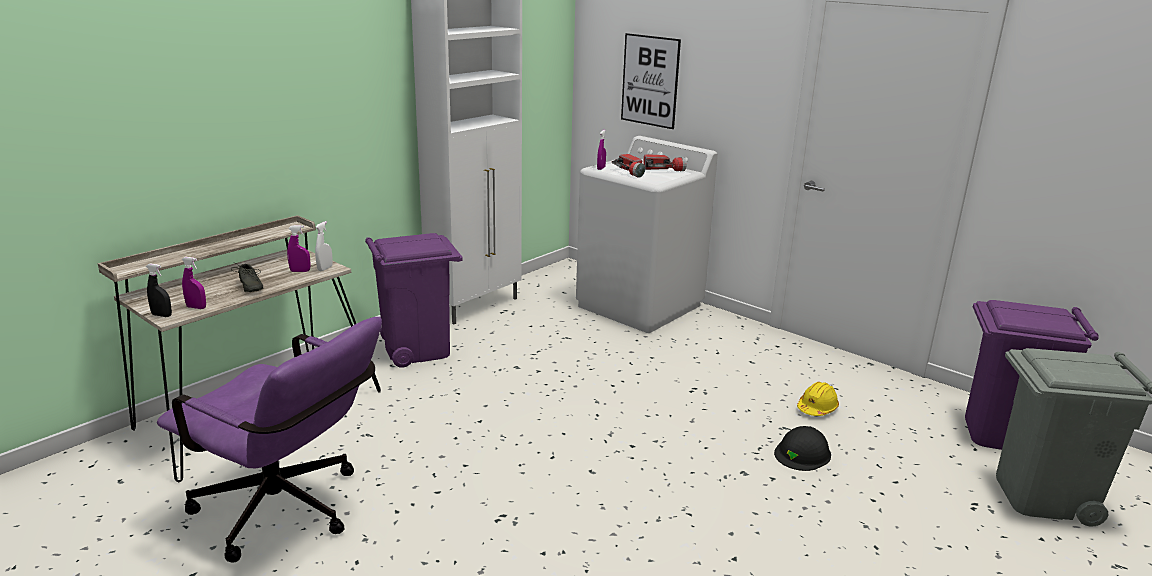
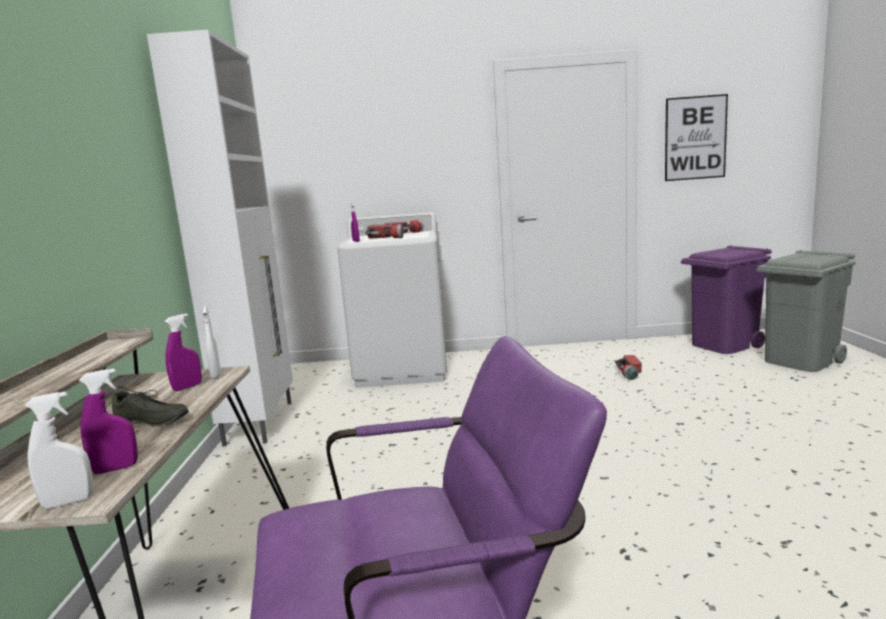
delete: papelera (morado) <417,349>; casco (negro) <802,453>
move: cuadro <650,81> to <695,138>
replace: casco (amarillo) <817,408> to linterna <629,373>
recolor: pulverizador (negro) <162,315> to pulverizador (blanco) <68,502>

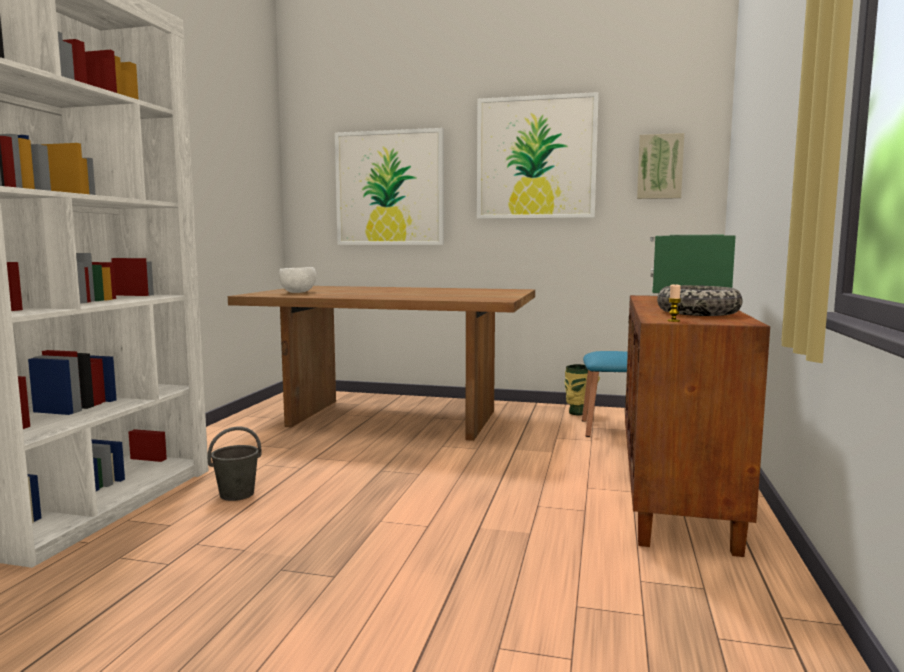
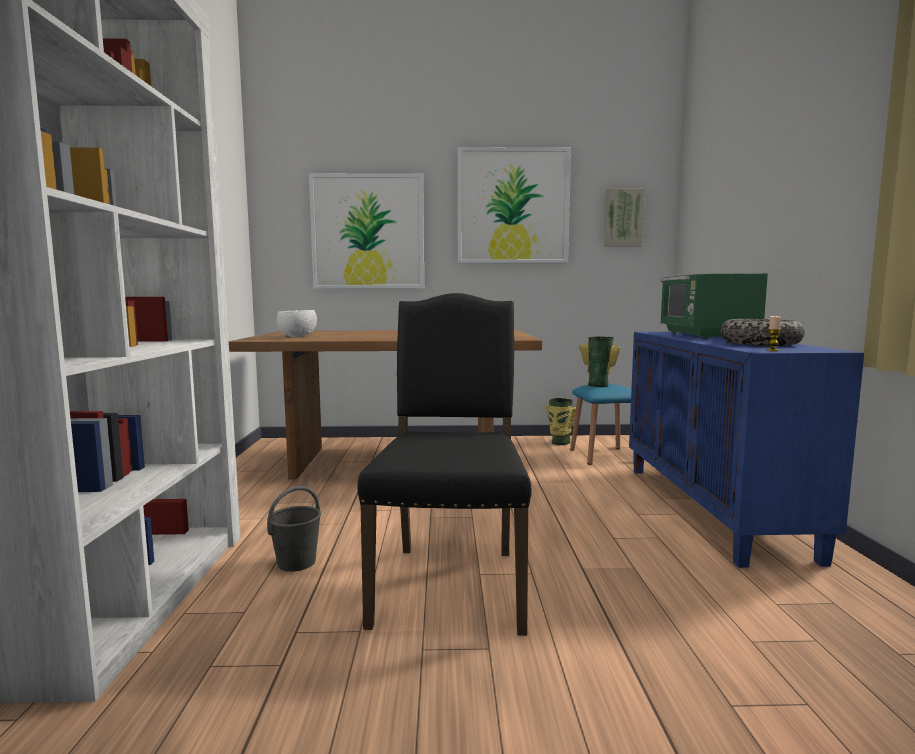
insert: silla (negro) <451,583>; florero <599,385>
recolor: armario (marrón) <676,491> to armario (azul) <713,509>

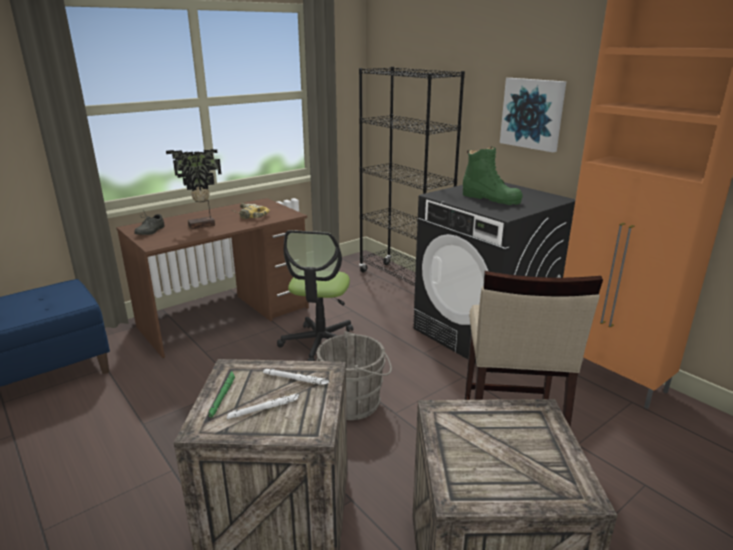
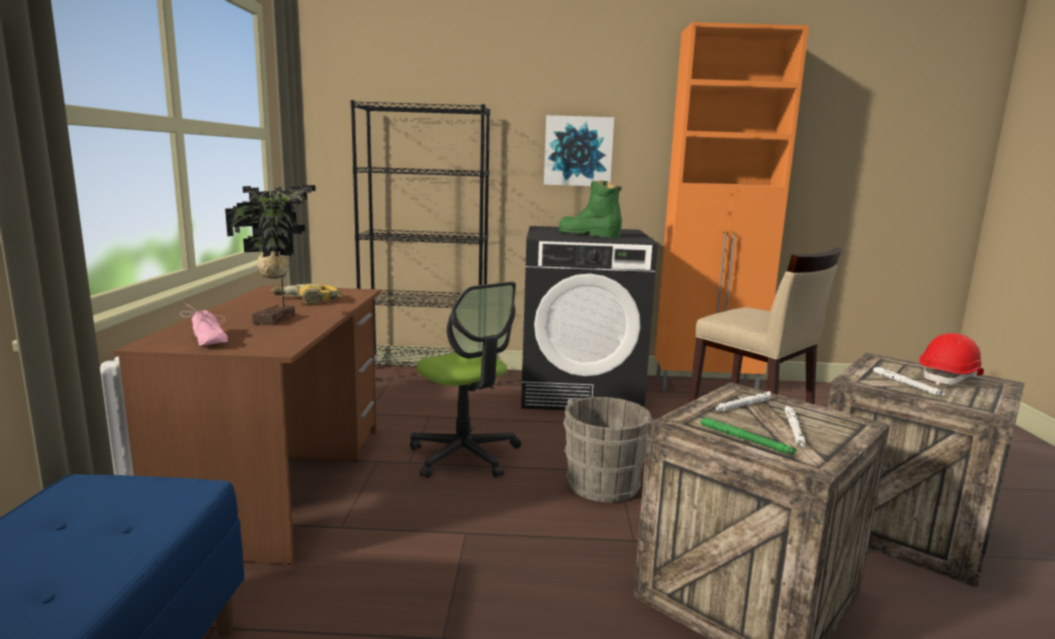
insert: linterna (blanco) <906,384>; casco (rojo) <949,378>
recolor: zapato (gris) <149,231> to zapato (rosa) <206,340>
rotate: bota (verde) <491,198> = <588,234> 135 degrees counterclockwise

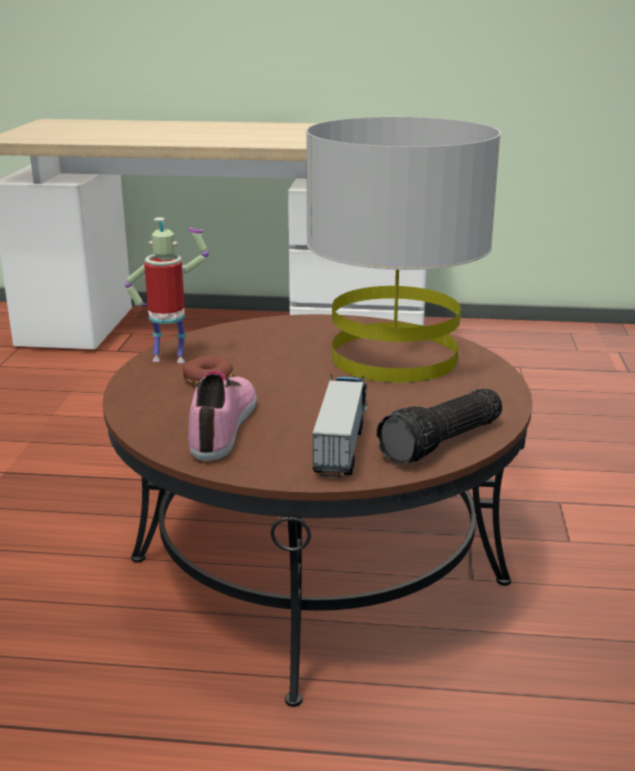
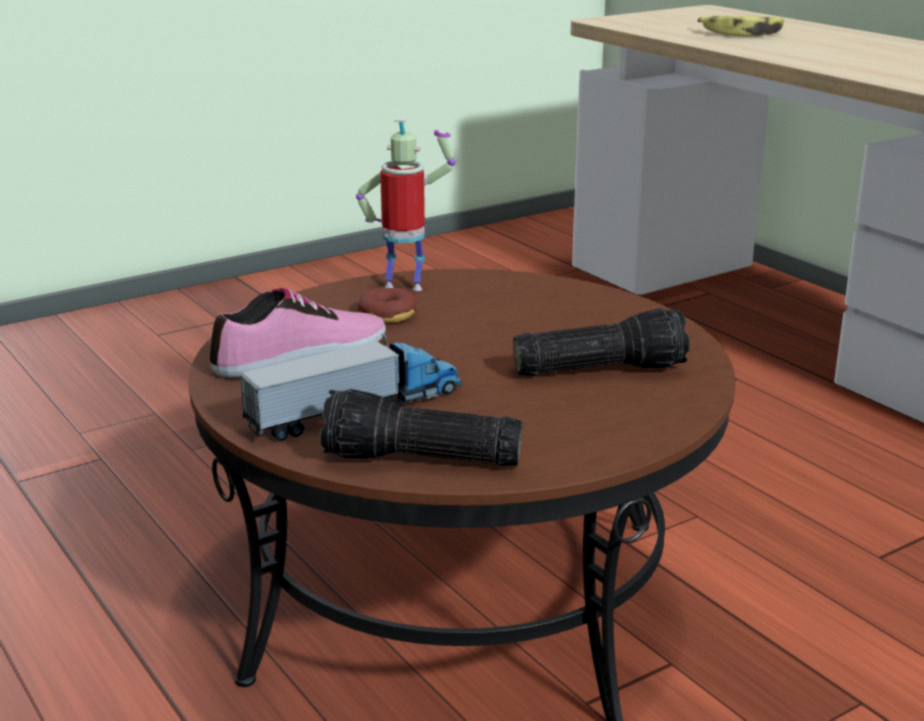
insert: plátano <742,33>
replace: lámpara de mesa (gris) <395,357> to linterna <600,368>
rotate: robot de juguete <171,359> = <405,286> 45 degrees counterclockwise

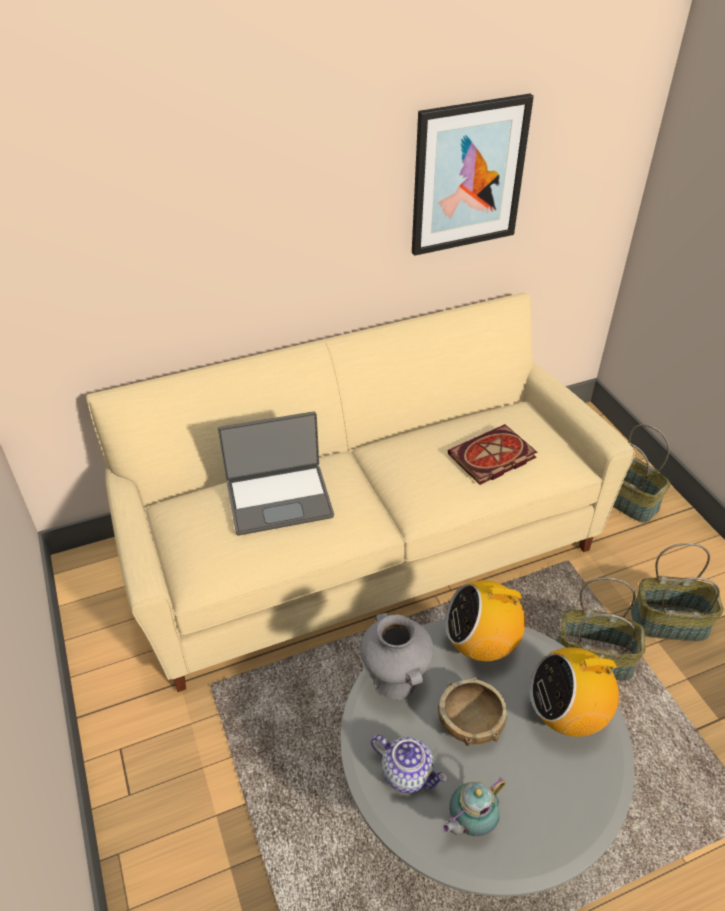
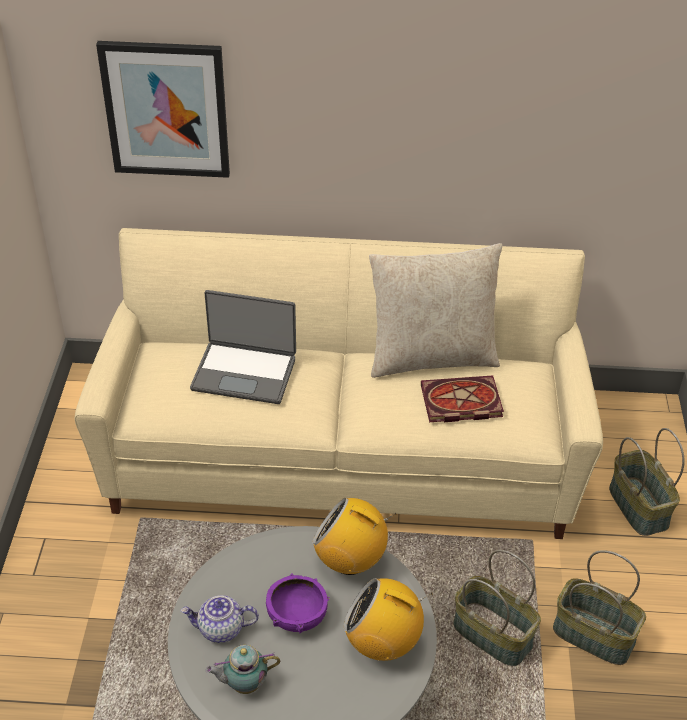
delete: florero (gris) <394,681>
insert: cojín (beis) <431,357>
move: cuadro <468,176> to <166,109>
recolor: cuenco (marrón) <470,723> to cuenco (morado) <296,615>
rotate: tetera <408,773> = <220,629> 120 degrees clockwise

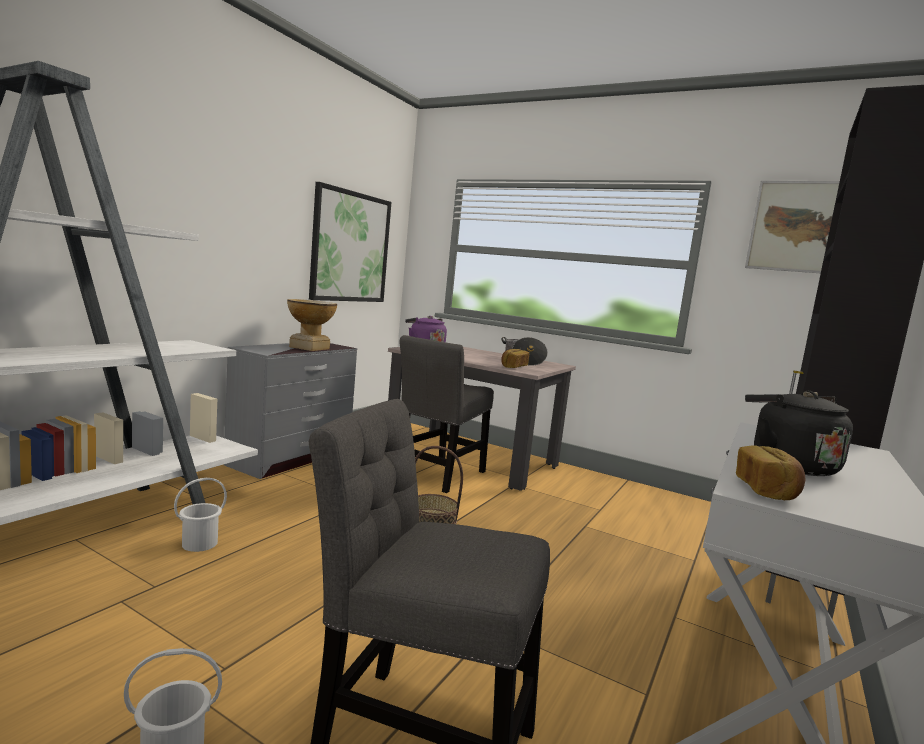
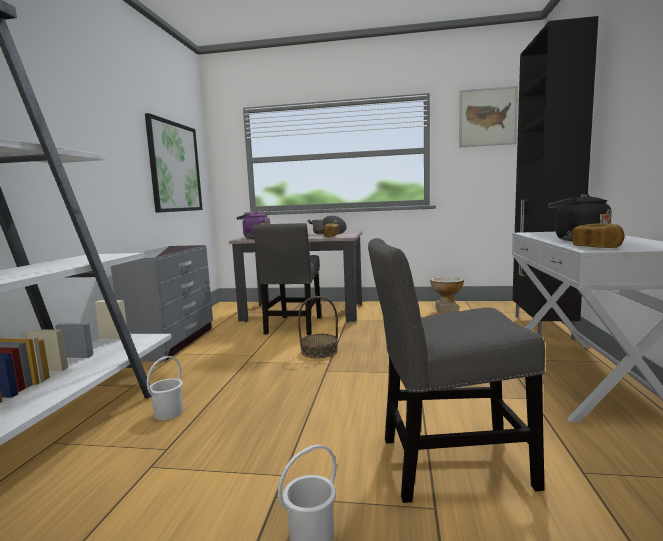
move: florero <309,348> to <446,310>

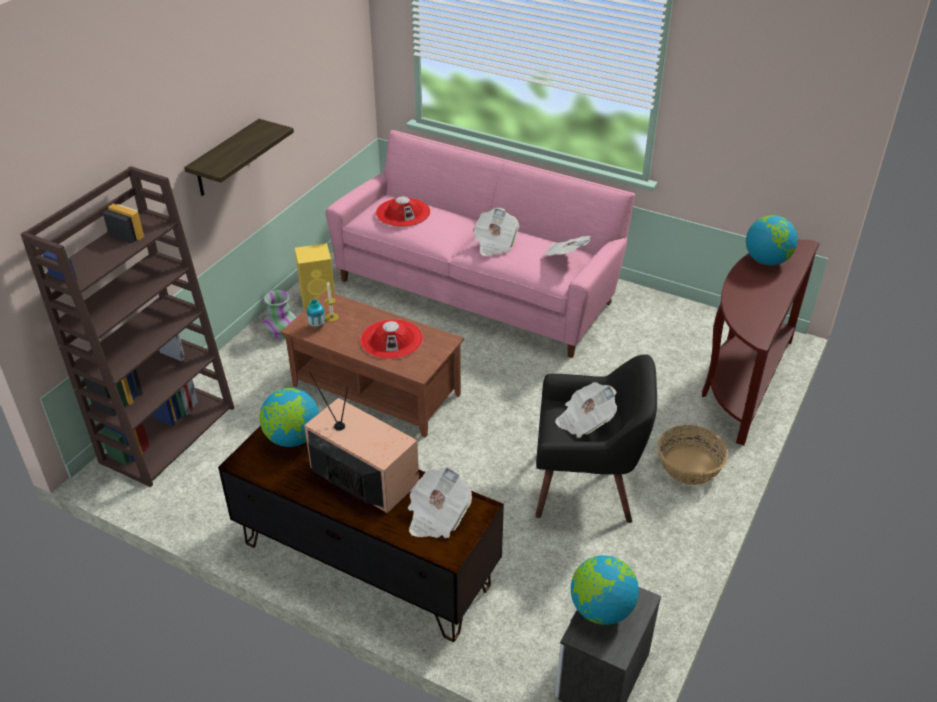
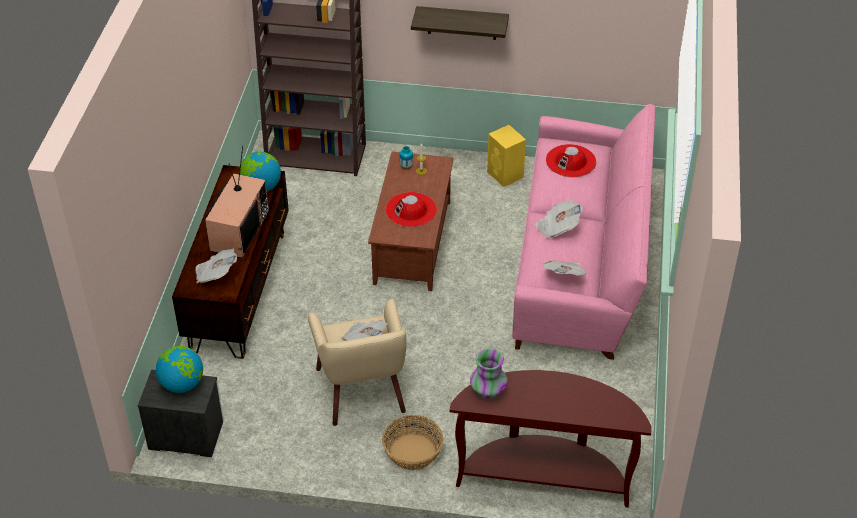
delete: globo terráqueo <766,261>
move: florero <282,332> to <488,390>
recolor: sillón (negro) <586,485> to sillón (beis) <362,390>

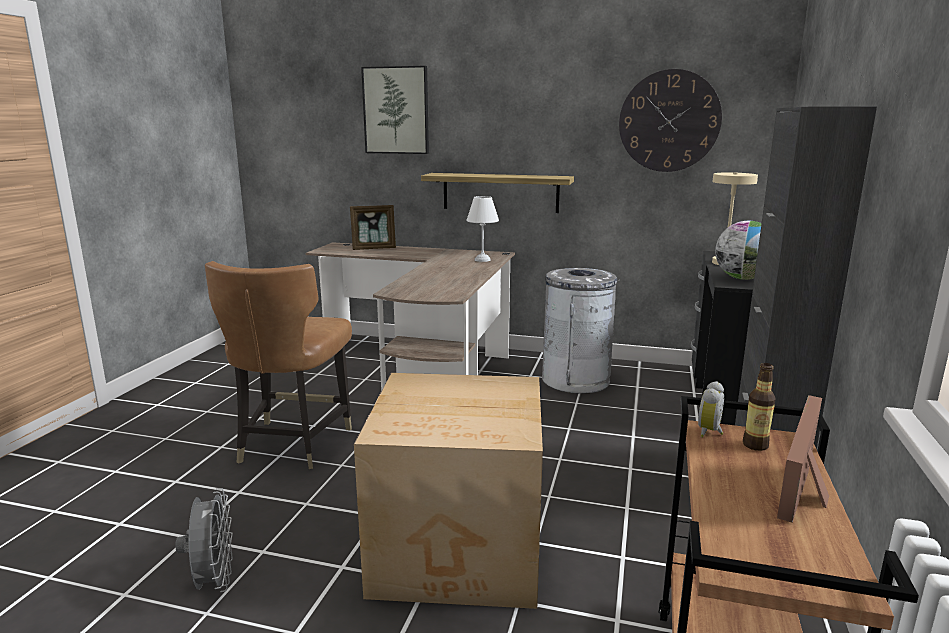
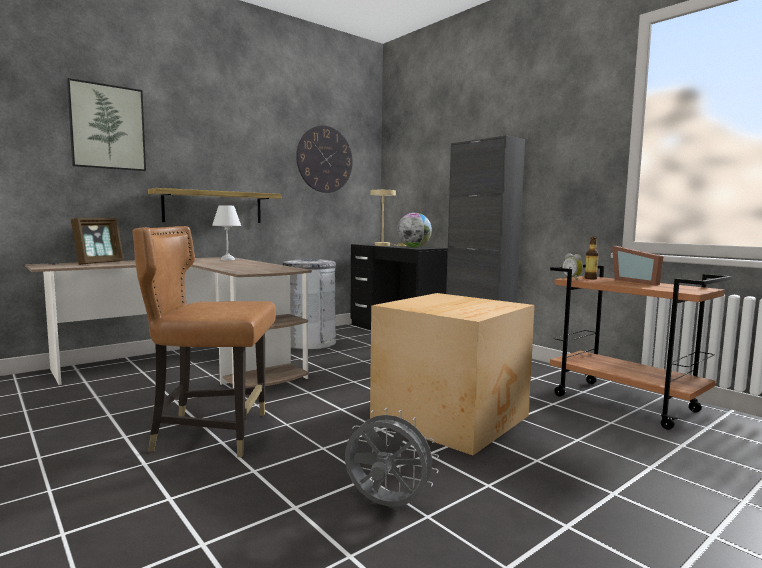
rotate: silla (marrón) <292,444> = <211,433> 135 degrees clockwise

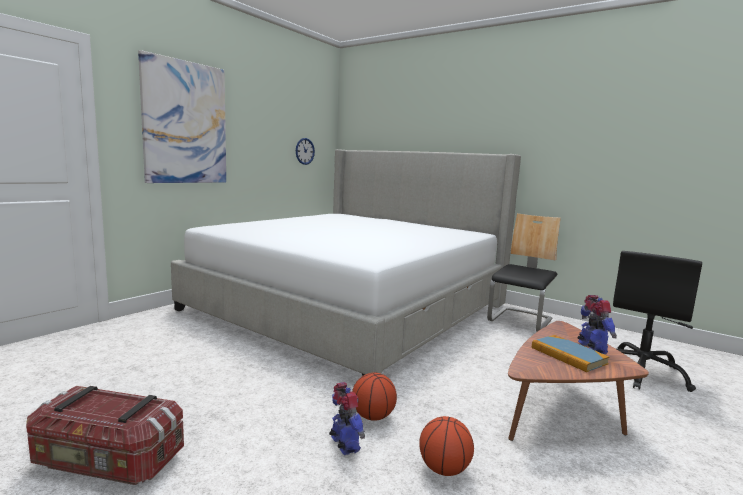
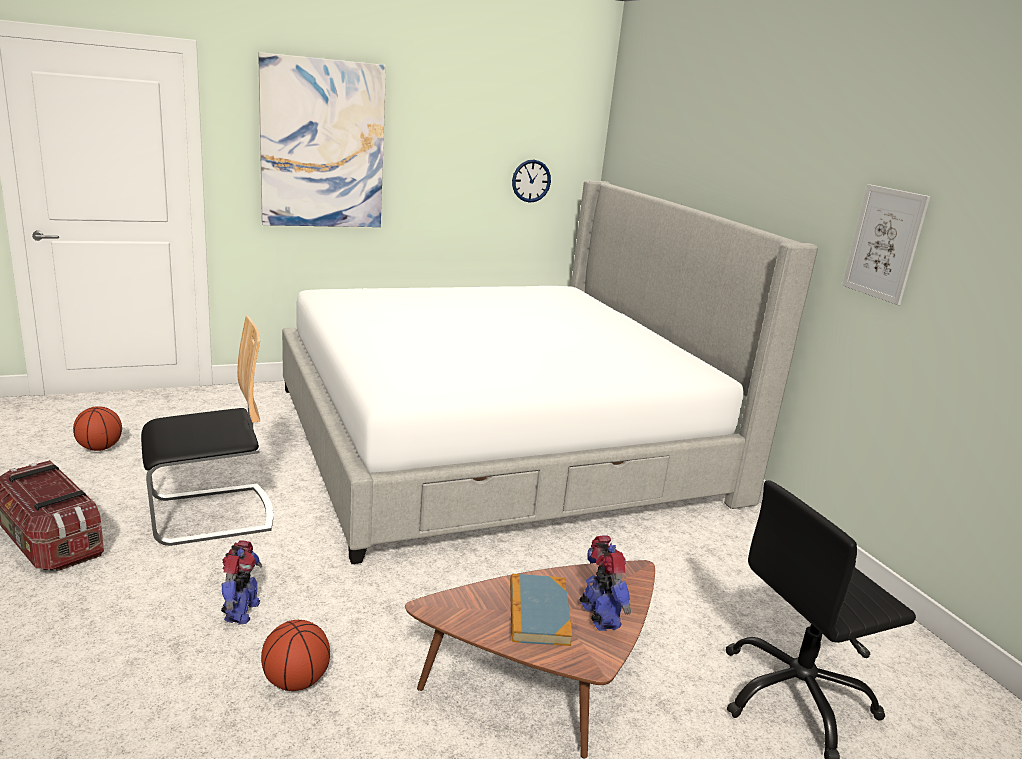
insert: cuadro <884,243>
move: balón de baloncesto <373,416> to <100,448>; silla <520,320> to <211,515>
rotate: robot de juguete <591,348> = <599,617> 45 degrees counterclockwise

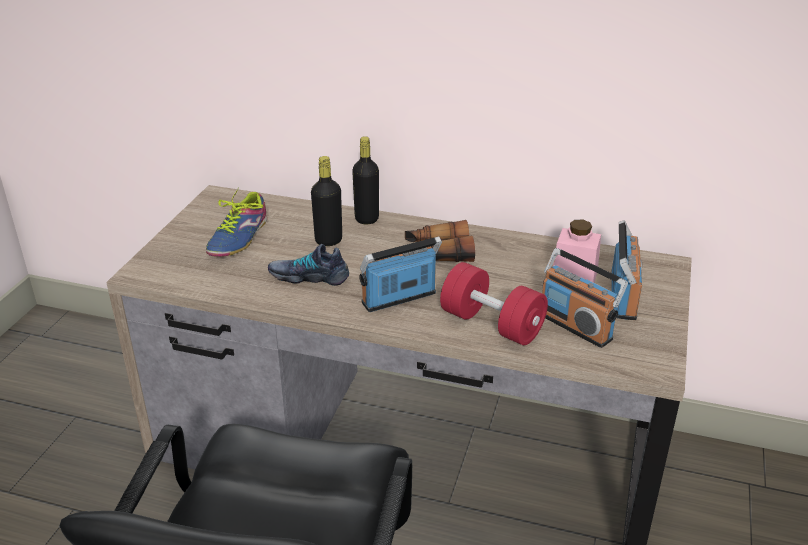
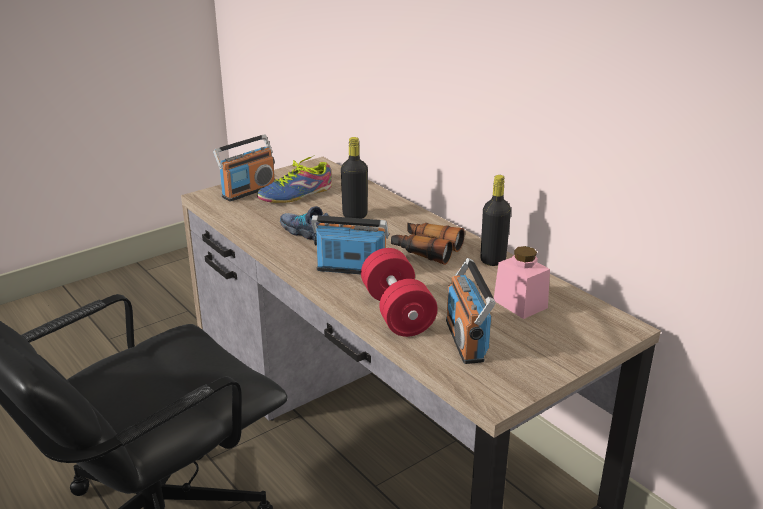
move: radio <624,298> to <248,191>; botella (negro) <366,218> to <493,260>

